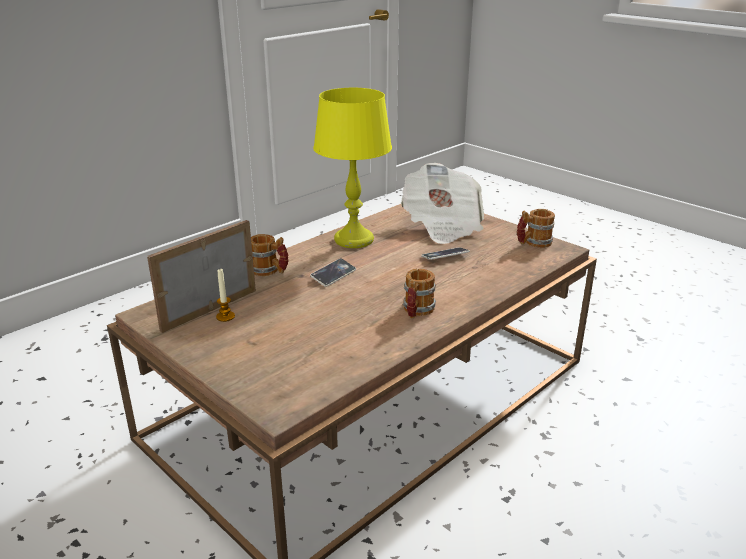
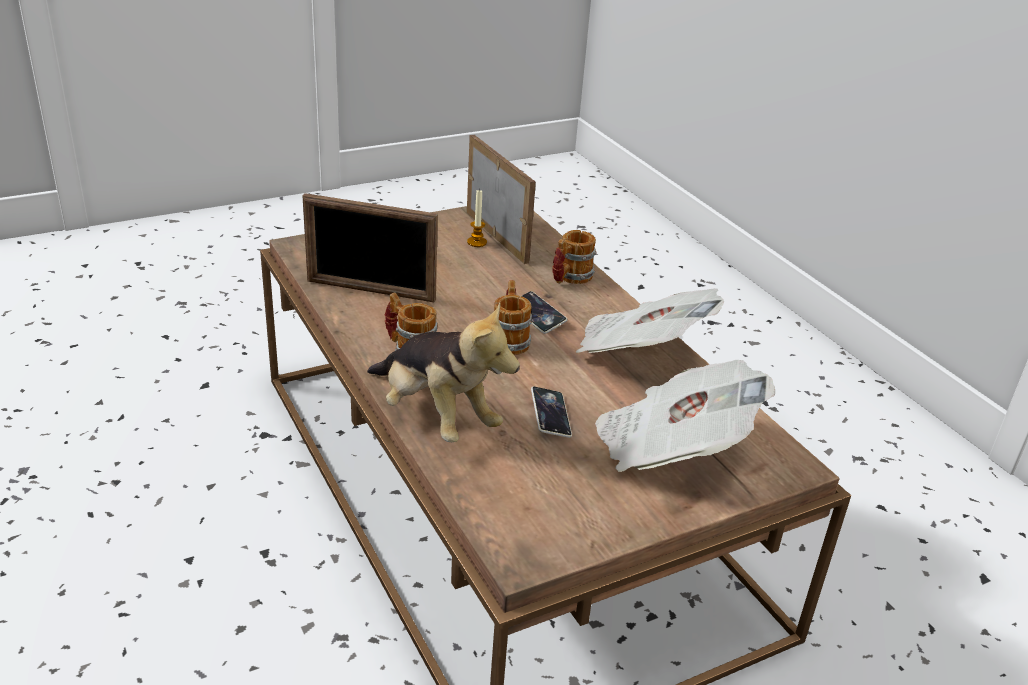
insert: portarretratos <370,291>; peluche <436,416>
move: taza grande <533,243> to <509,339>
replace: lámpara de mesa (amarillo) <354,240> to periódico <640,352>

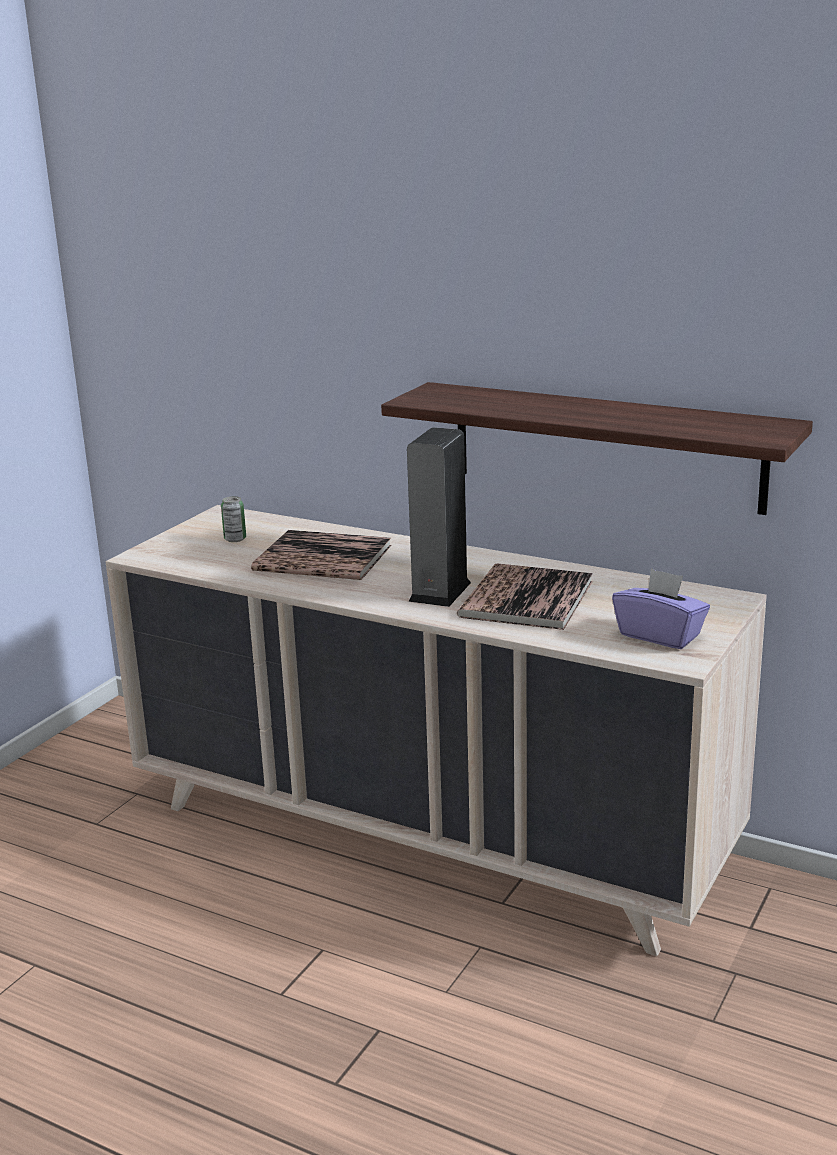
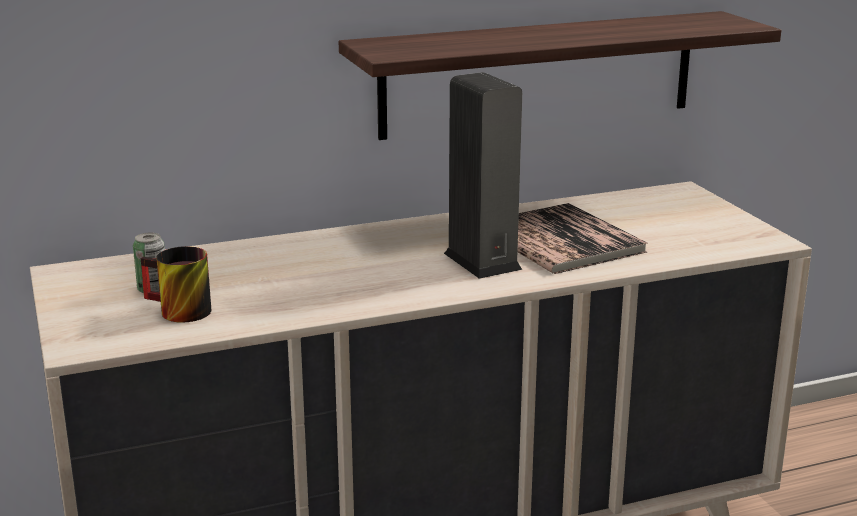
delete: libro <323,558>; caja de pañuelos (morado) <660,635>
insert: taza grande <176,312>

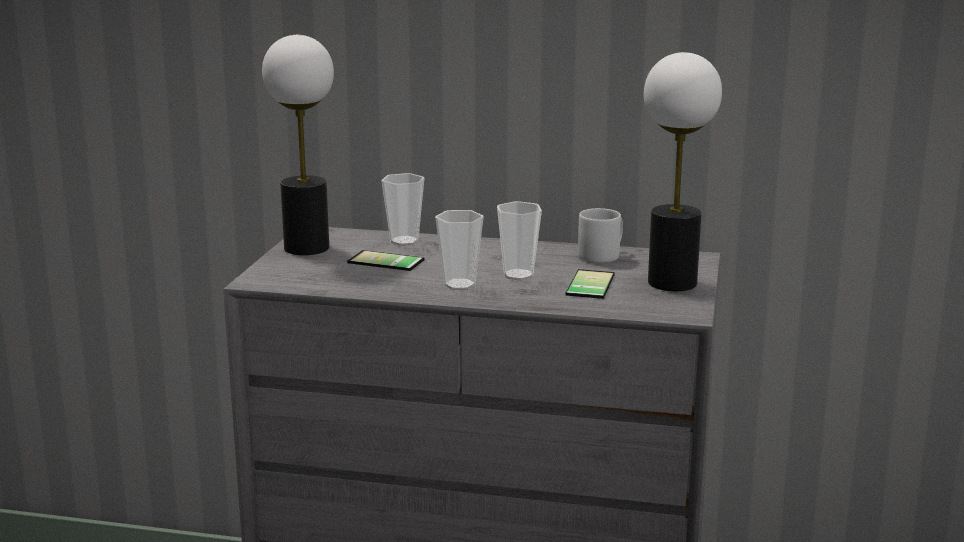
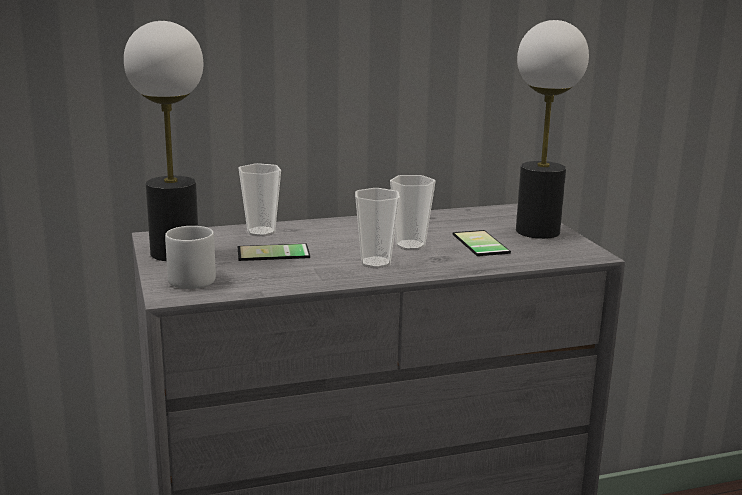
move: taza grande (gris) <602,255> to <195,278>

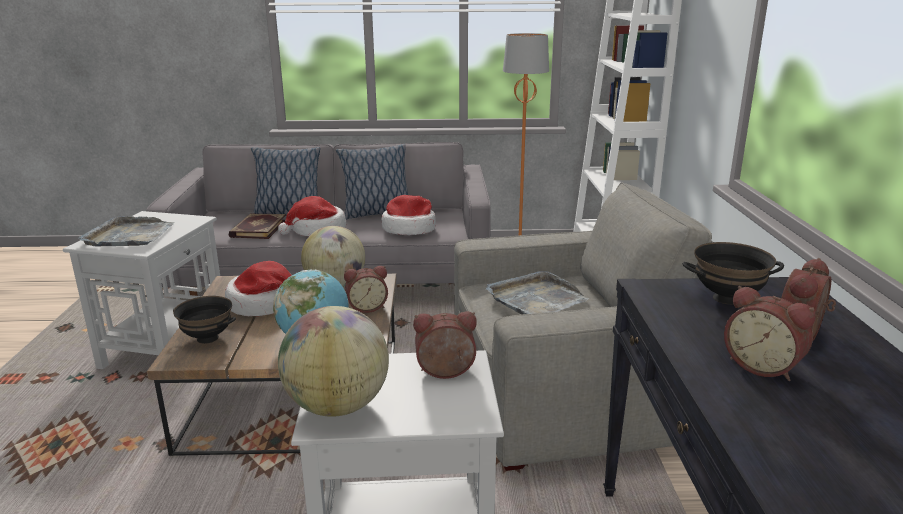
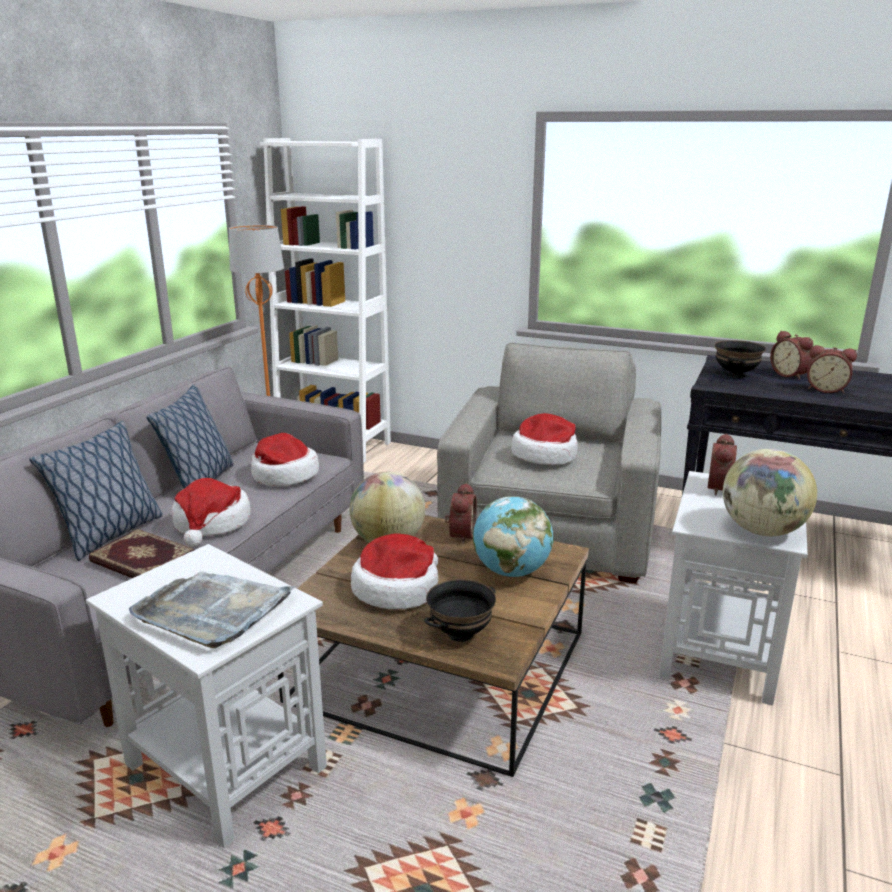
replace: bandeja (gris) <535,299> to sombrero <545,455>
rotate: despertador <763,366> = <826,389> 45 degrees clockwise

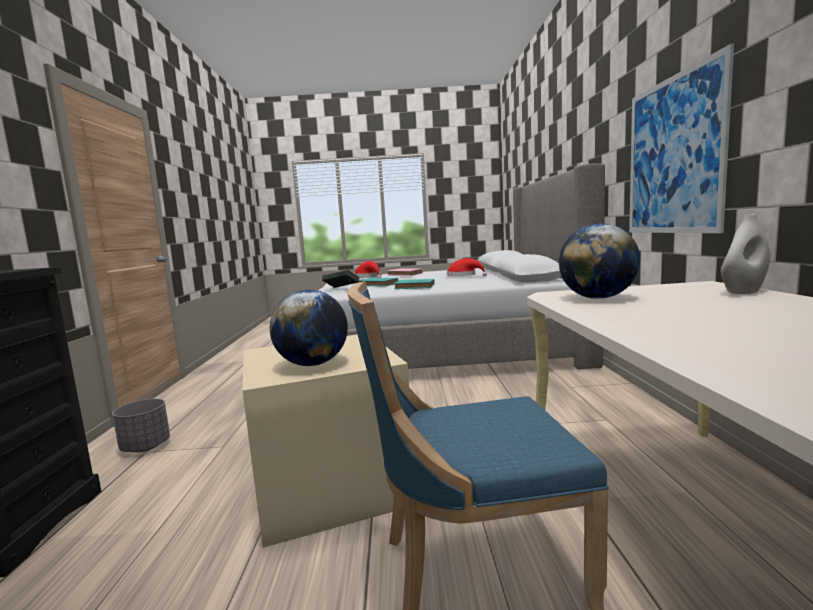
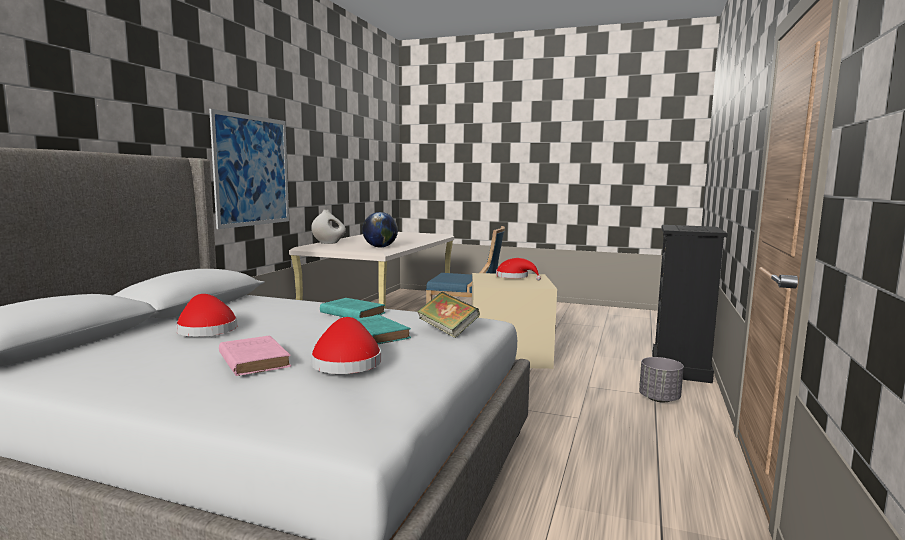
replace: globo terráqueo <313,364> to sombrero (rojo) <514,277>

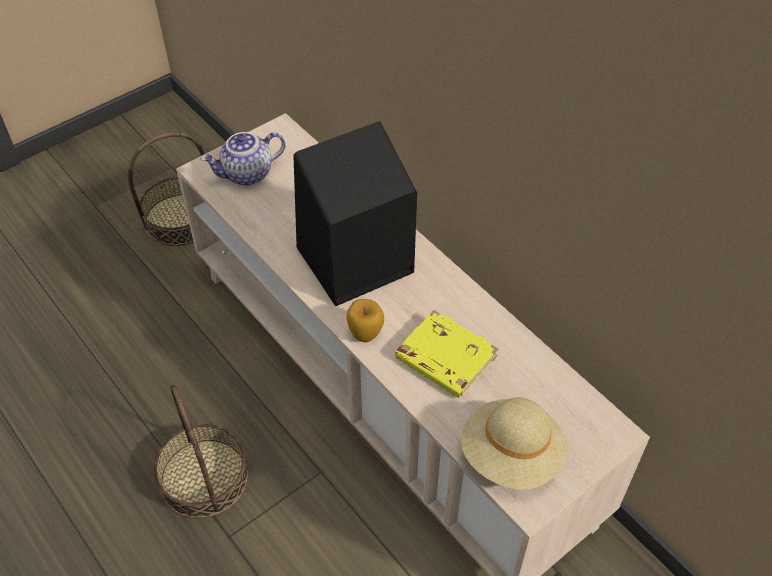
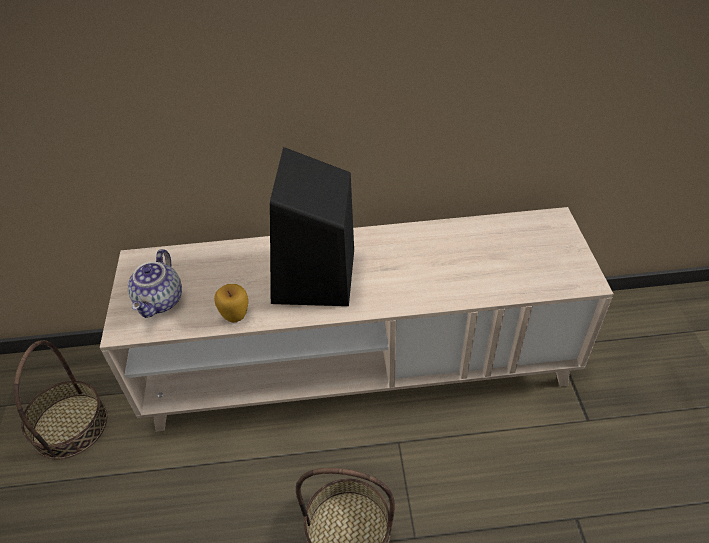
delete: libro (amarillo) <444,359>; sombrero (beis) <511,456>
move: manzana <365,334> to <235,315>

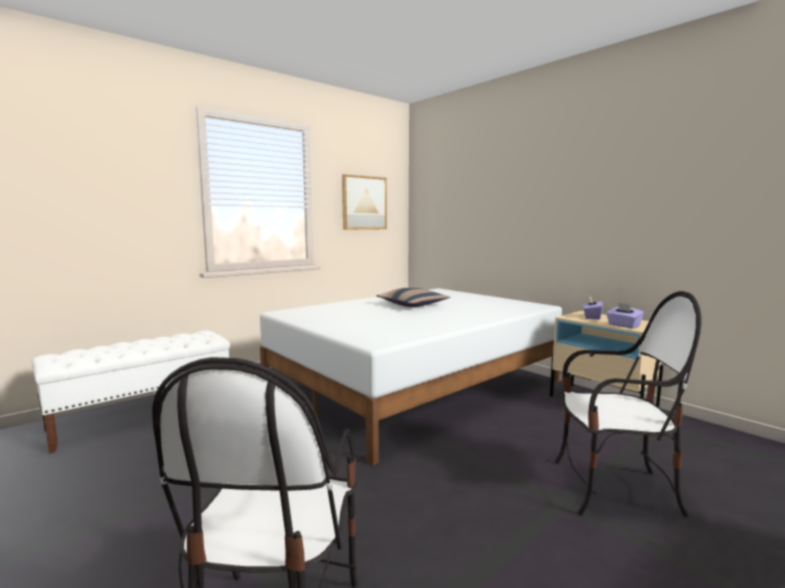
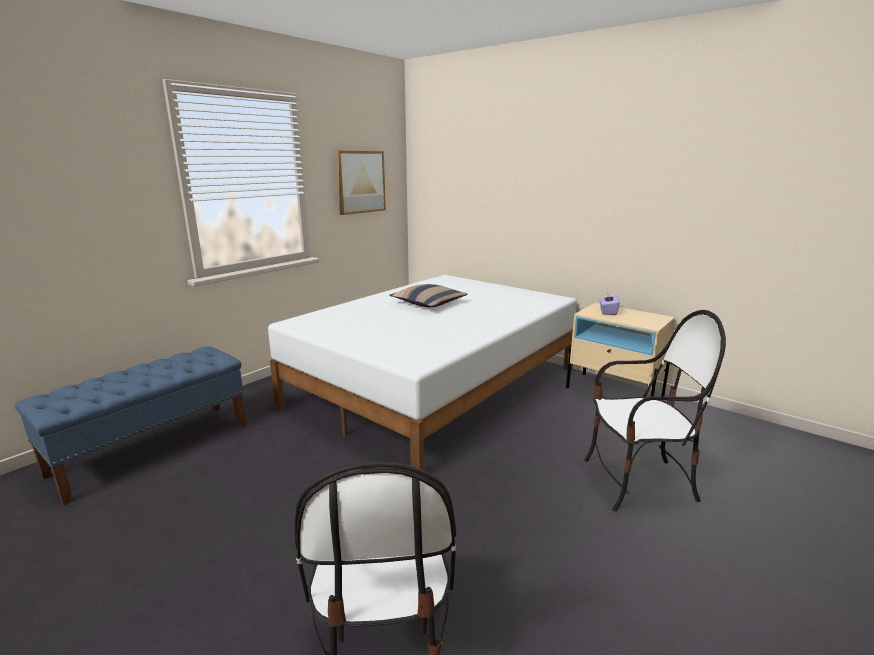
delete: caja de pañuelos (morado) <623,325>
recolor: banco (blanco) <144,416> to banco (azul) <153,448>

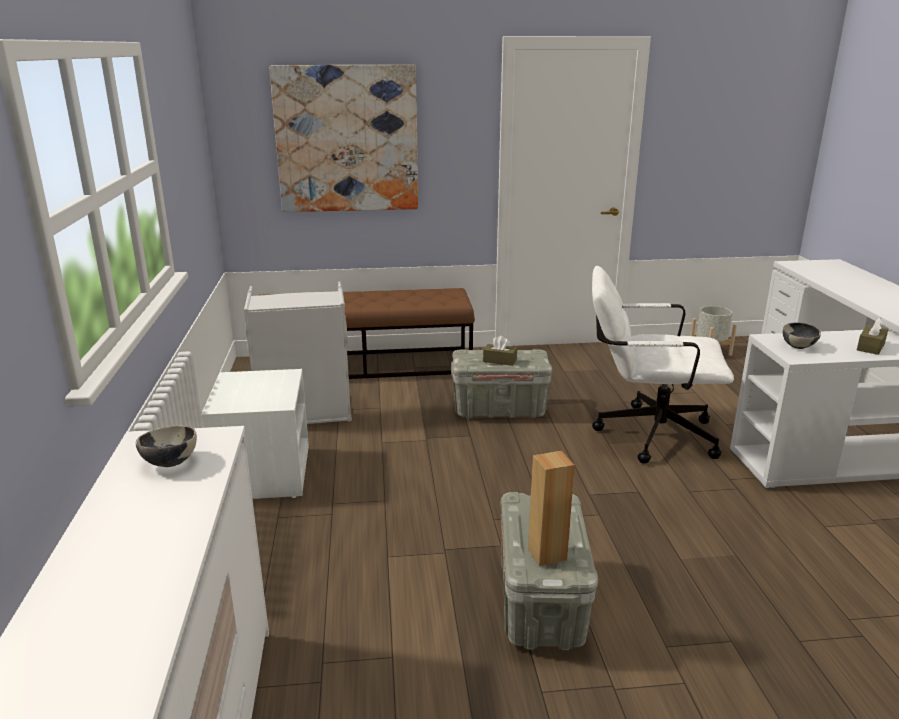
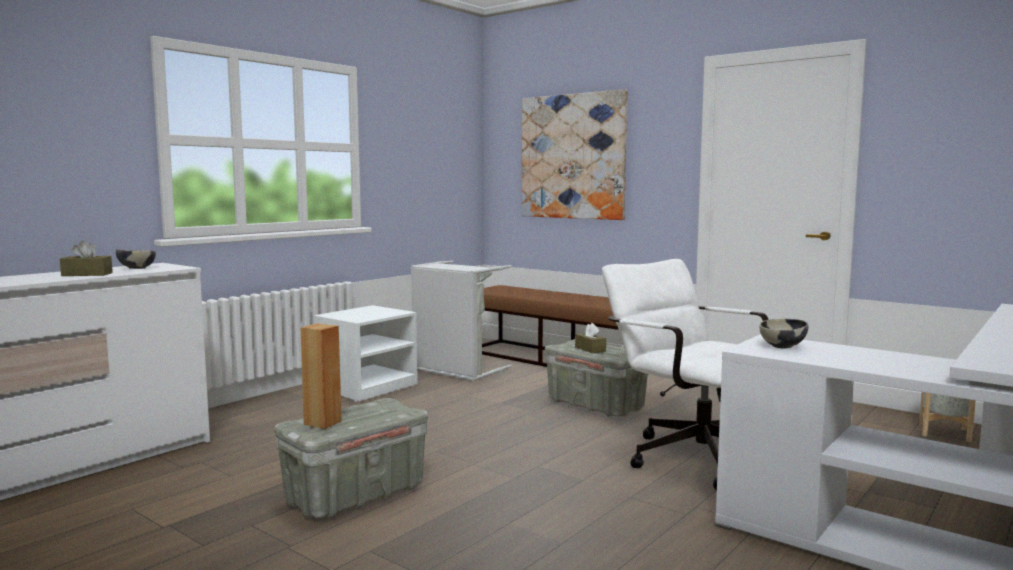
move: caja de pañuelos (marrón) <870,347> to <87,274>

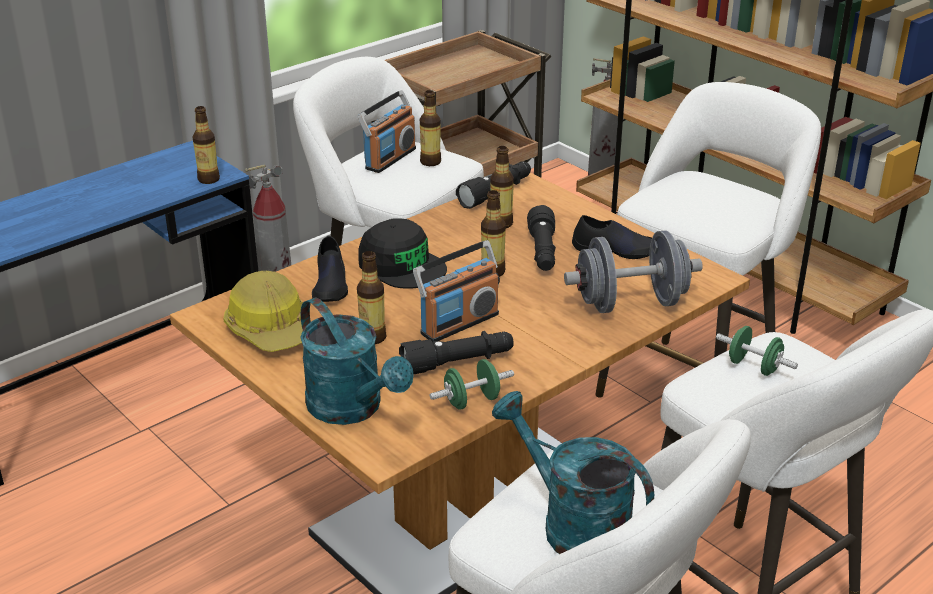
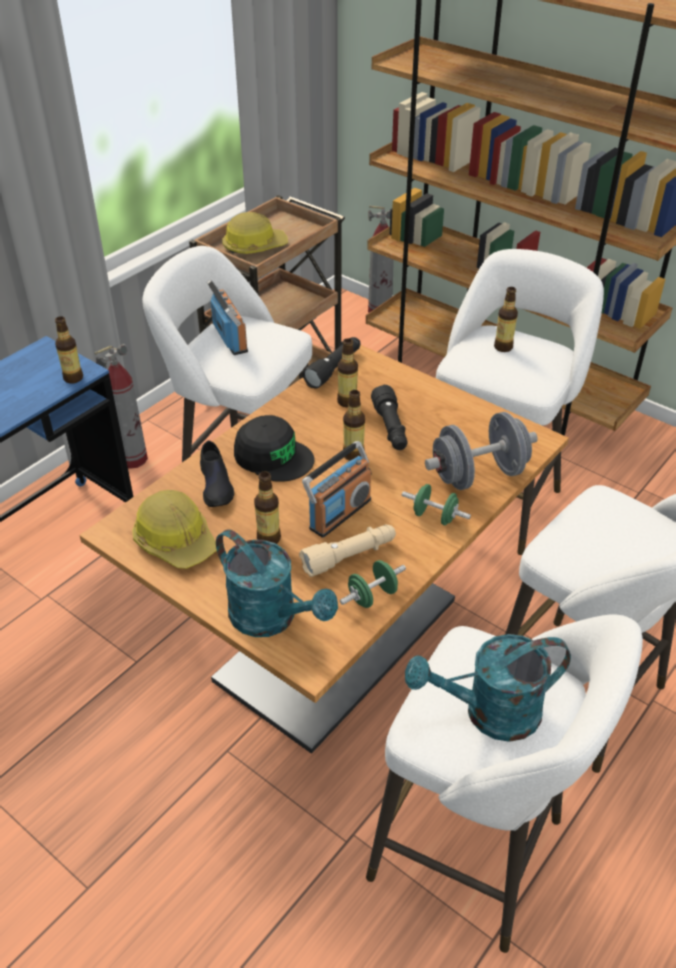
delete: zapato (negro) <615,249>
insert: casco <254,246>
move: mancuerna (verde) <754,367> to <434,516>; botella <430,162> to <503,347>
recolor: linterna (negro) <457,363> to linterna (beis) <349,556>
rotate: radio <389,158> = <230,339> 45 degrees counterclockwise; regadera (turquesa) <573,525> = <489,713> 45 degrees counterclockwise

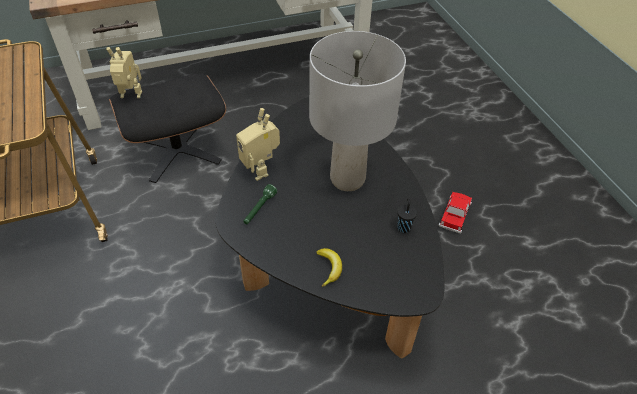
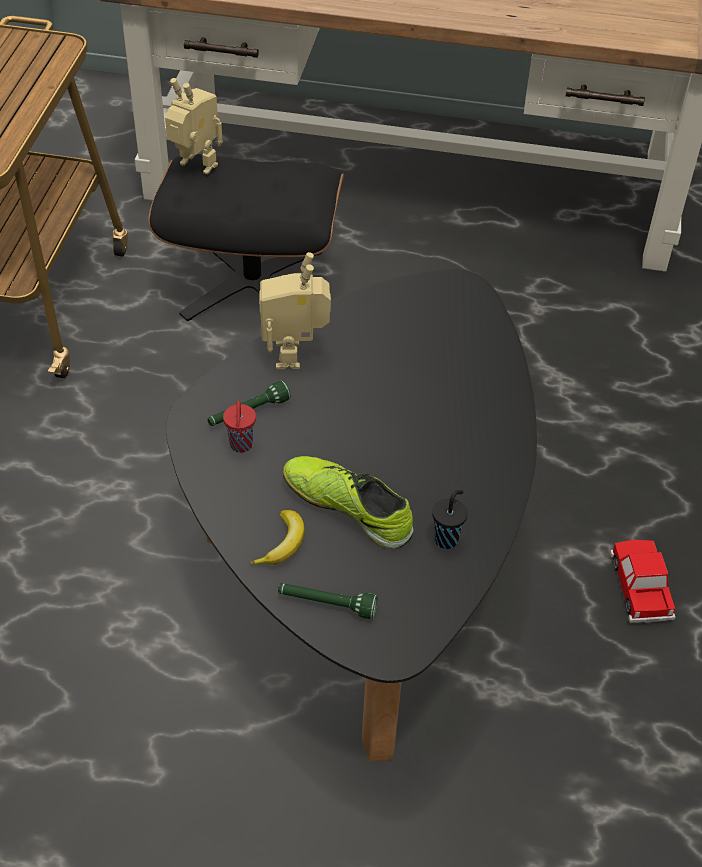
delete: lámpara de mesa (gris) <347,180>
insert: taza (rojo) <241,446>; linterna (verde) <326,604>; zapato <348,508>
rotate: coche de juguete <454,215> = <640,587> 60 degrees counterclockwise

